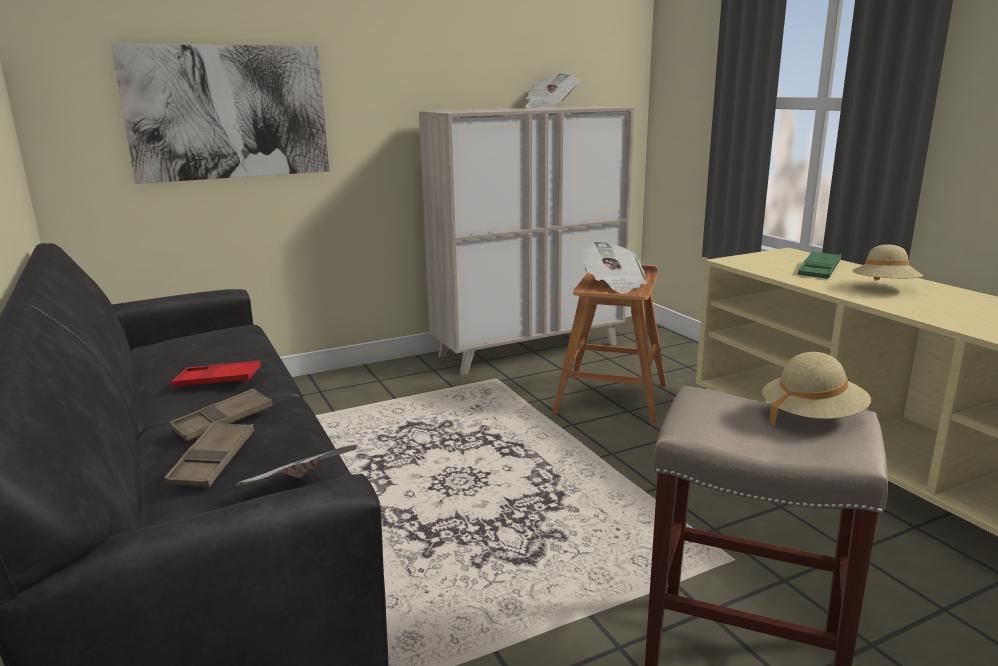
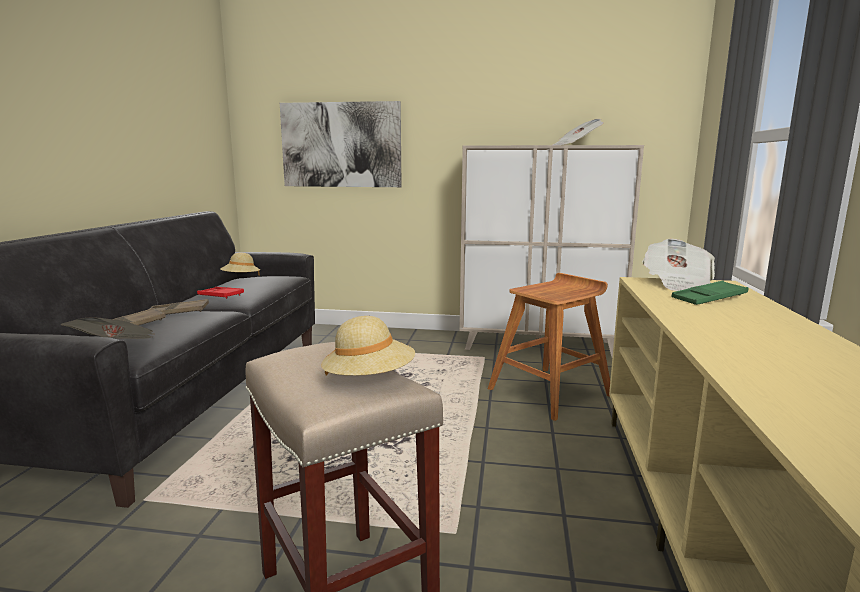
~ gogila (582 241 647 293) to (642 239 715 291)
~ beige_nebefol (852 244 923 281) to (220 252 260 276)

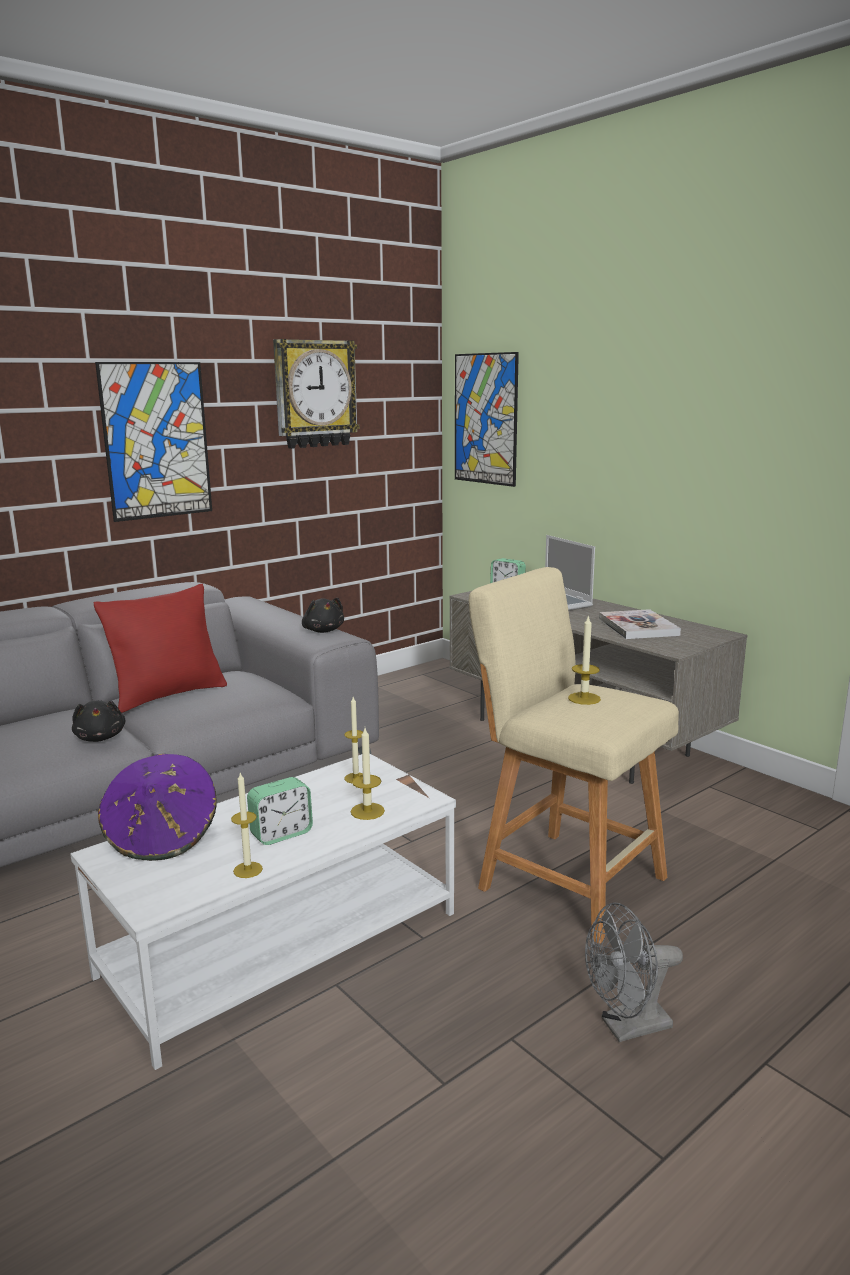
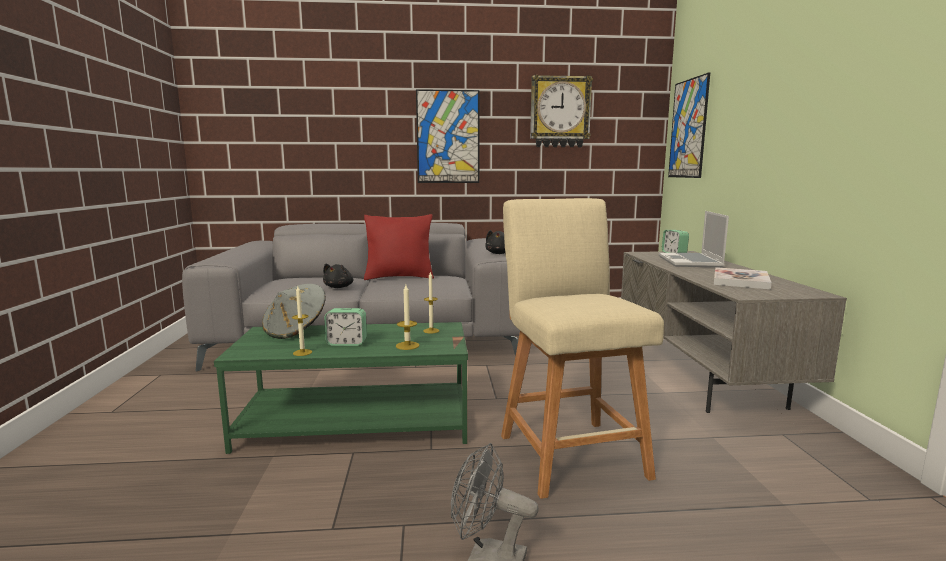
- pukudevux (568 615 601 705)
~ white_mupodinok (70 754 456 1070) to green_mupodinok (214 322 468 454)
~ purple_nebefol (98 754 217 861) to grey_nebefol (262 284 326 339)

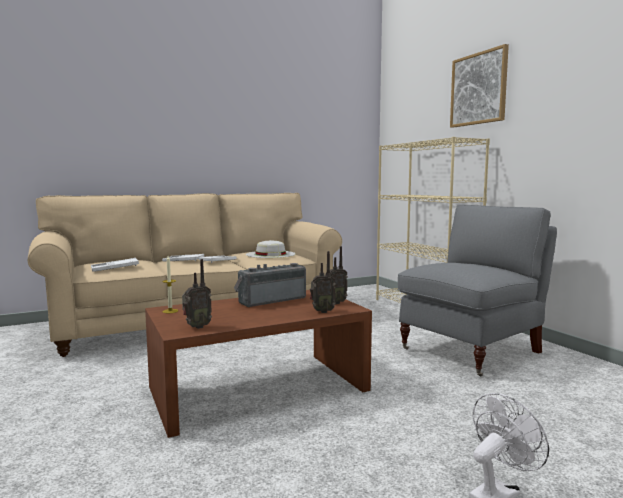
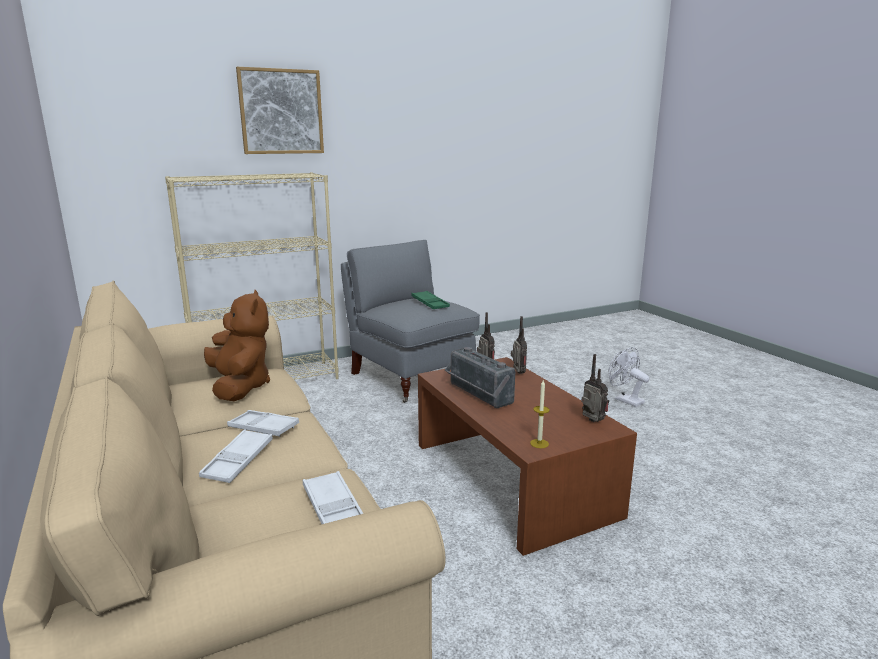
~ white_nebefol (246 240 296 258) to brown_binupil (204 290 270 401)
+ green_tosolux (411 291 450 309)

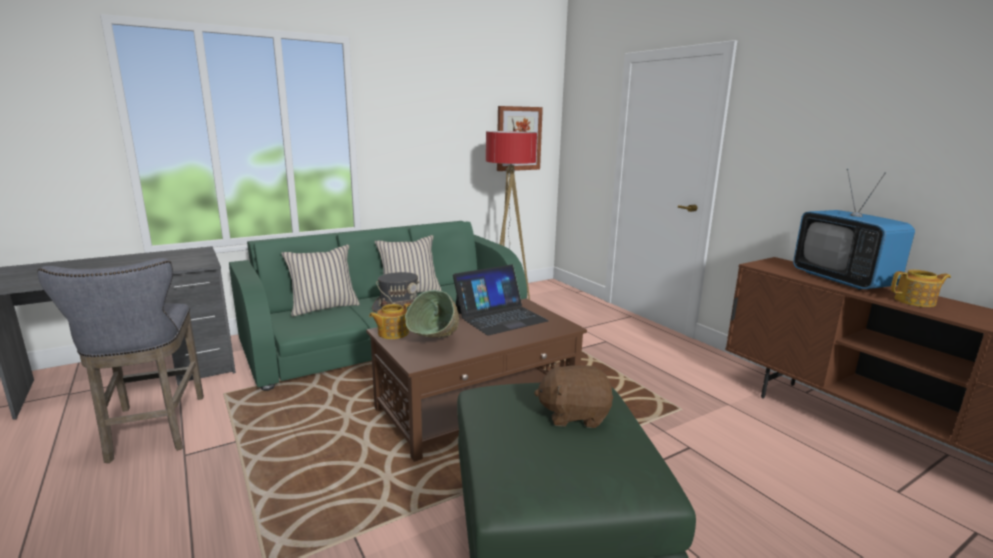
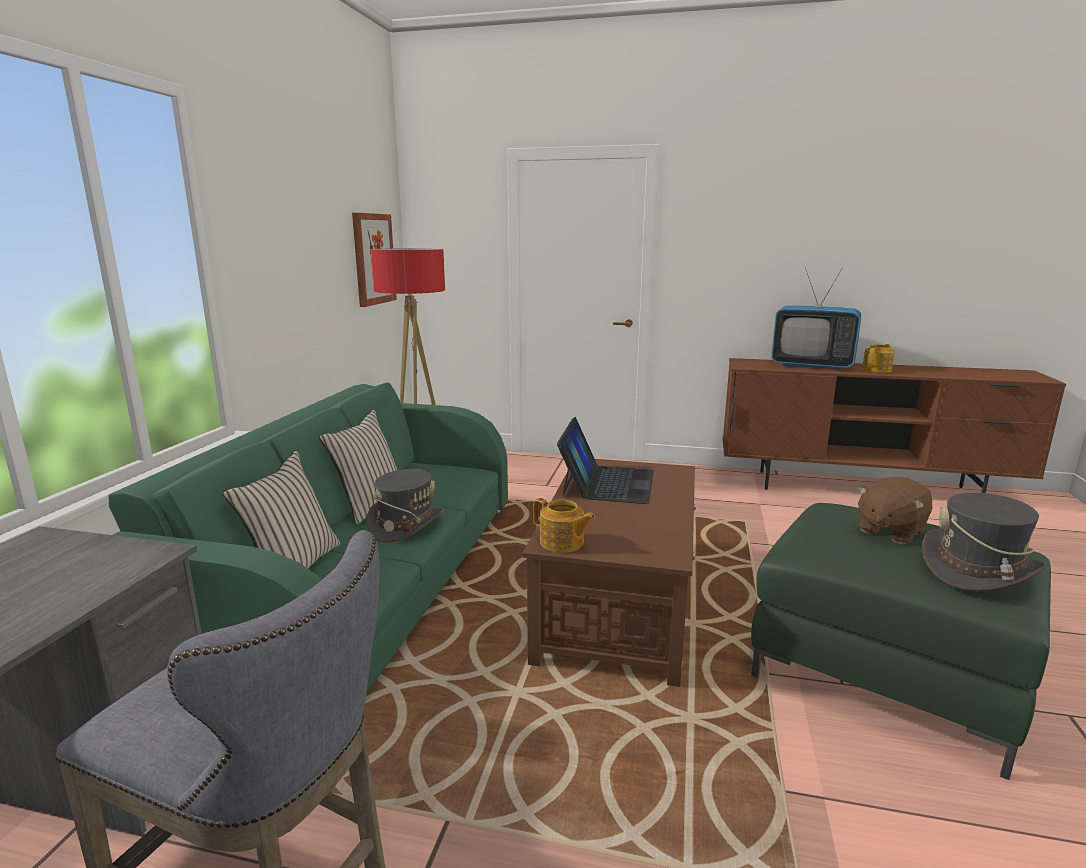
- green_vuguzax (405 290 459 338)
~ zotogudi (369 303 411 339) = (533 498 595 552) 60 degrees counterclockwise
+ grey_nebefol (922 493 1046 592)

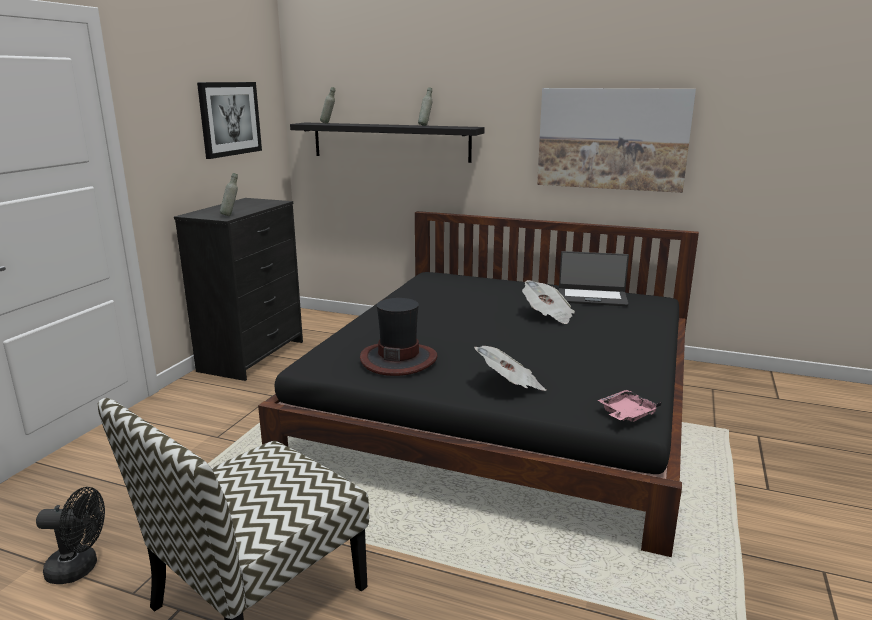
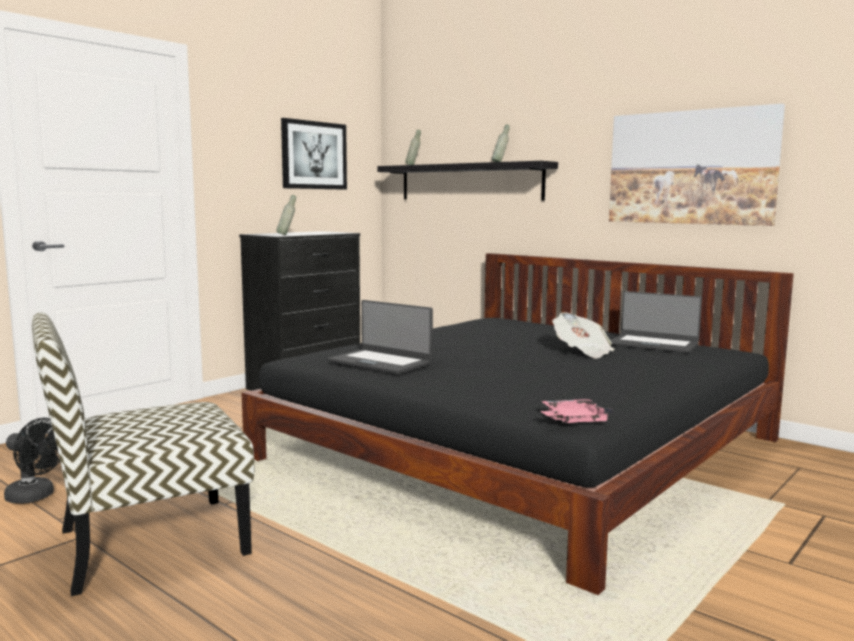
~ nebefol (360 298 437 376) to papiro (328 300 433 374)
- gogila (474 346 546 391)

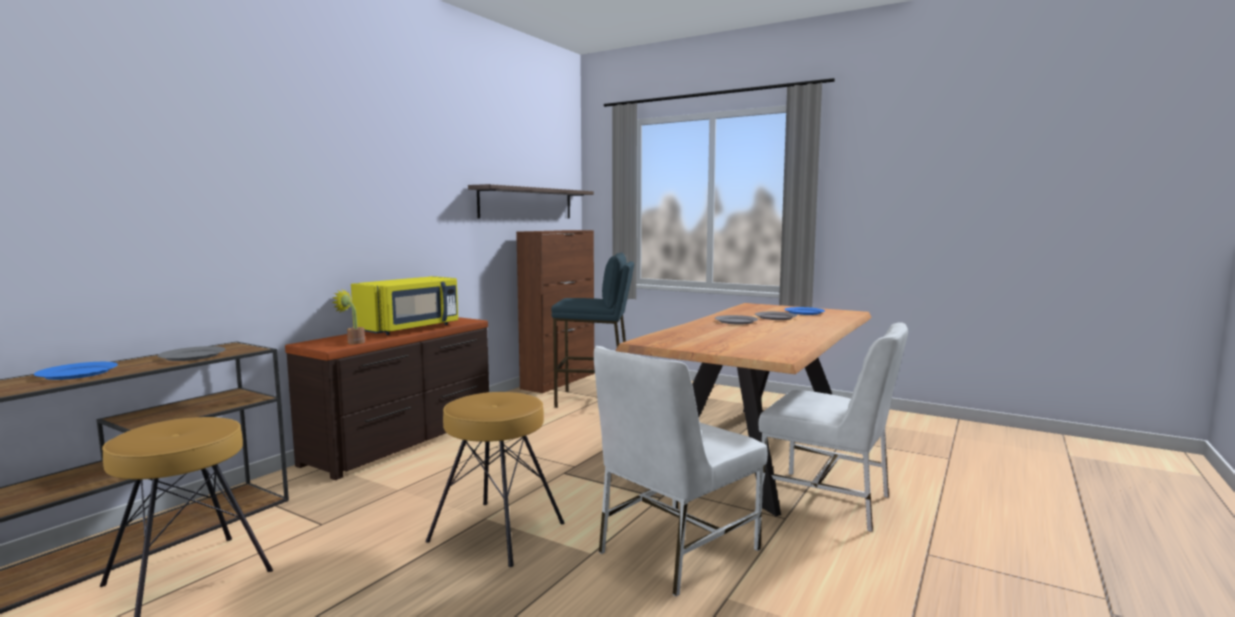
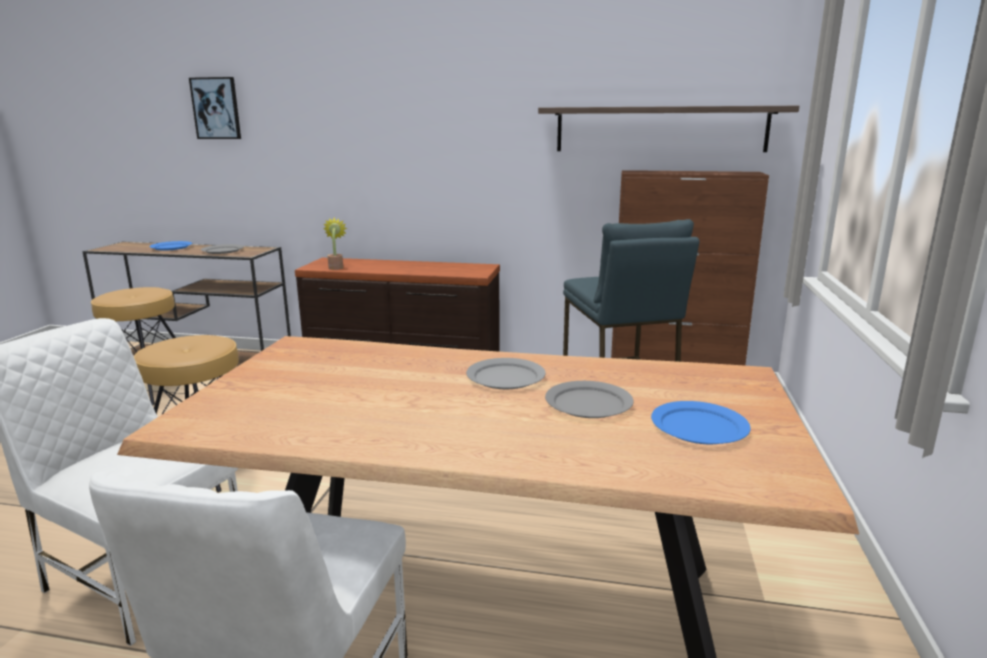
- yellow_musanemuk (351 276 458 335)
+ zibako (189 77 241 139)

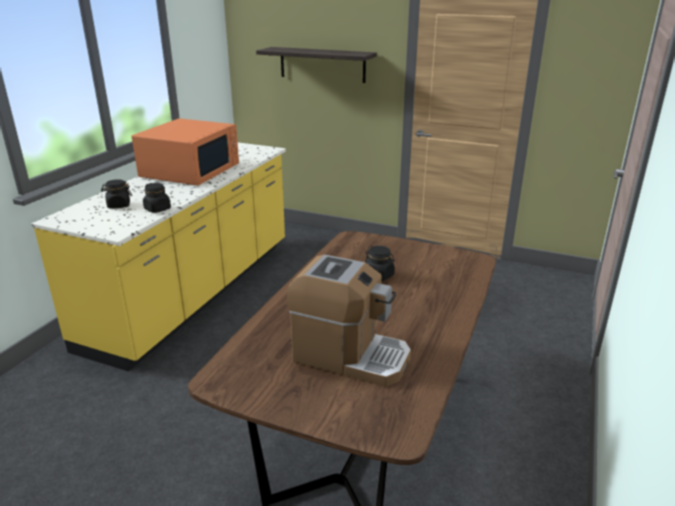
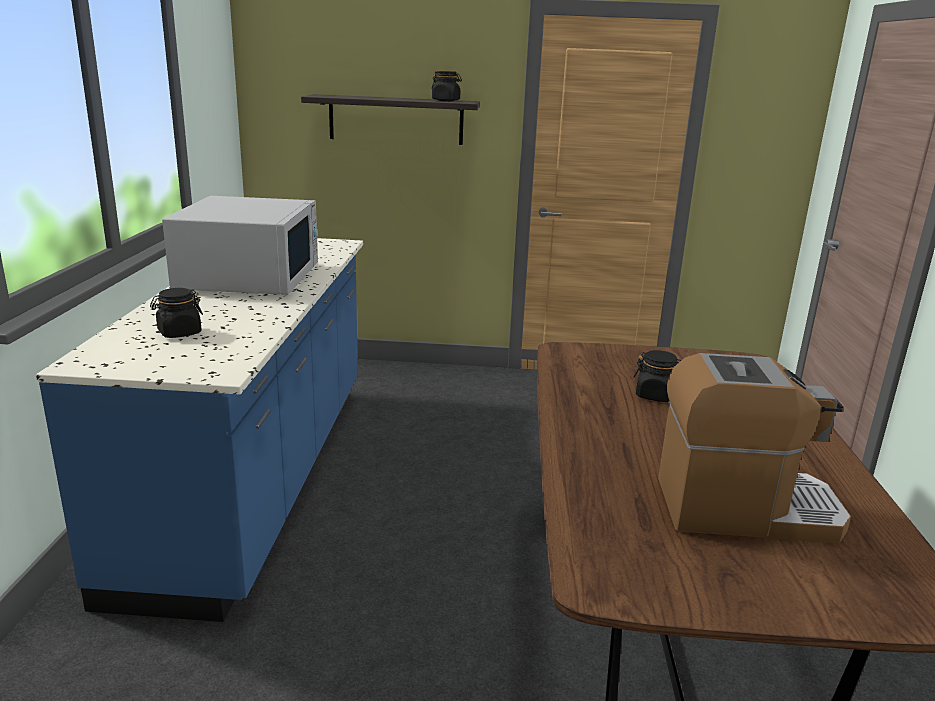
~ orange_musanemuk (132 118 239 186) to white_musanemuk (162 196 318 295)
~ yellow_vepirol (32 142 286 372) to blue_vepirol (36 238 363 622)
~ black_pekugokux (143 183 171 213) to (432 71 462 101)

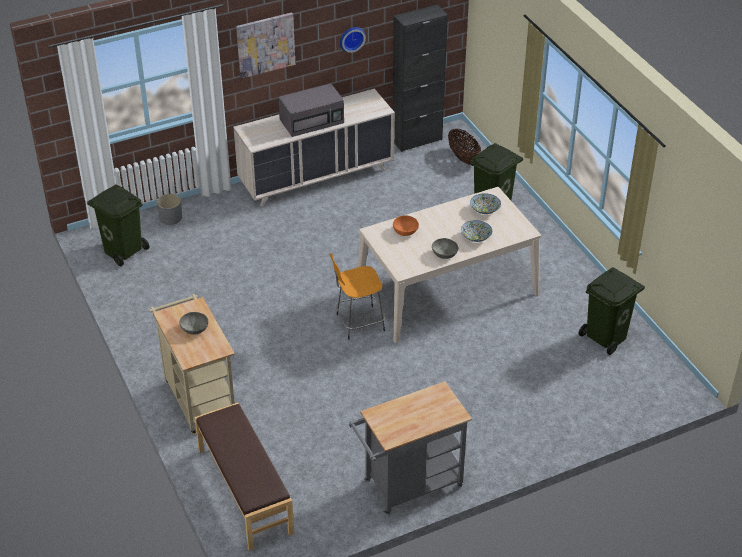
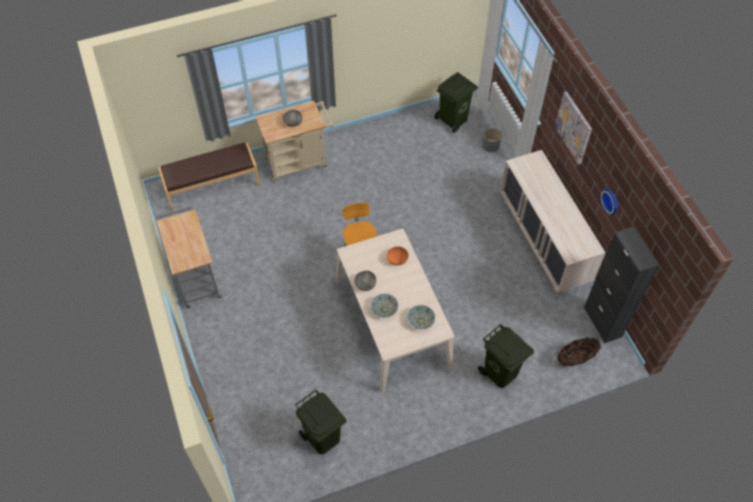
- grey_musanemuk (278 84 344 137)

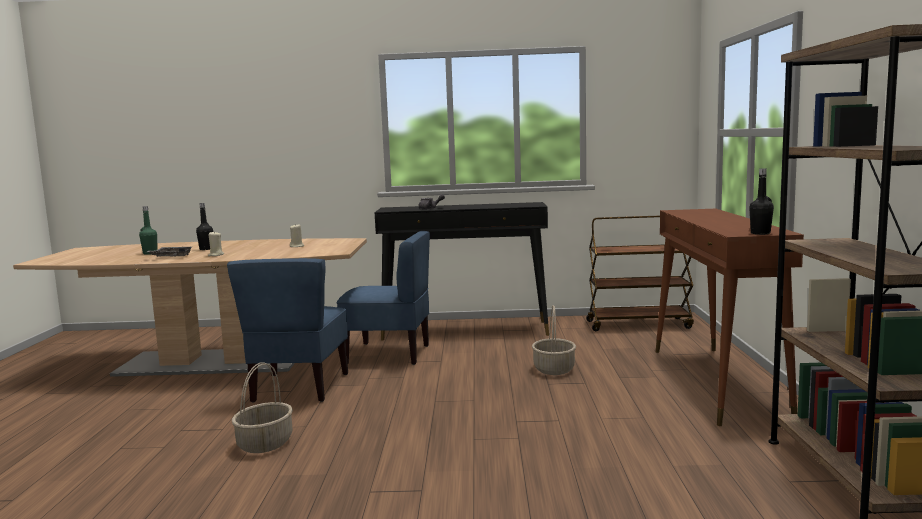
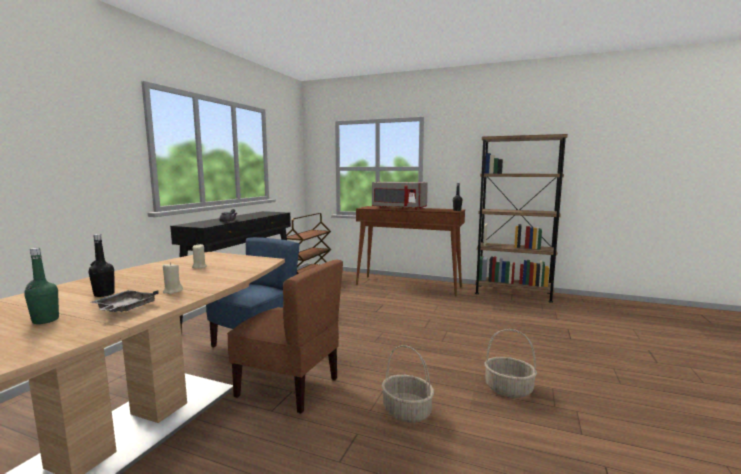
~ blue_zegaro (227 258 348 403) to brown_zegaro (227 260 343 414)
~ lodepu (532 305 576 375) to (485 329 537 398)
+ grey_musanemuk (372 182 428 210)

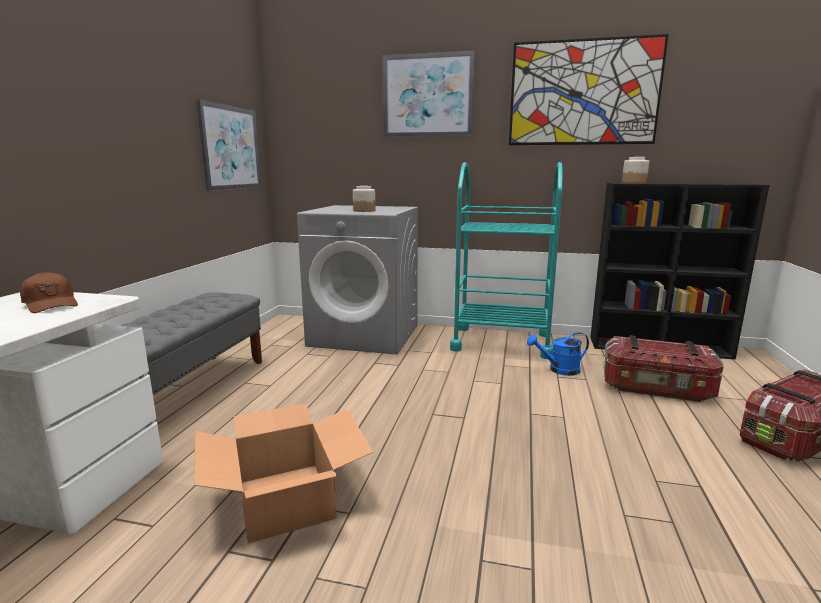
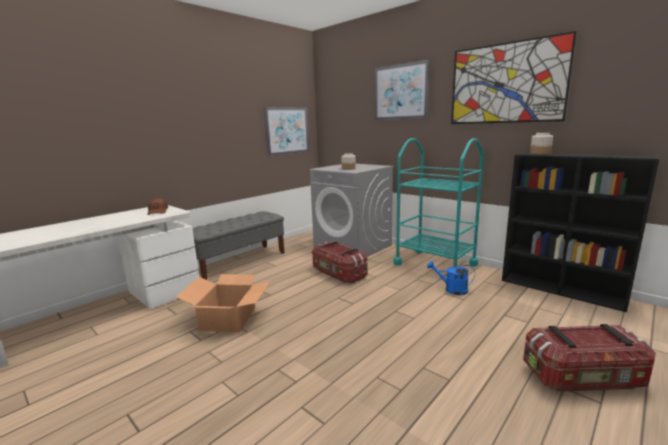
~ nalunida (603 335 724 402) to (312 241 368 283)

